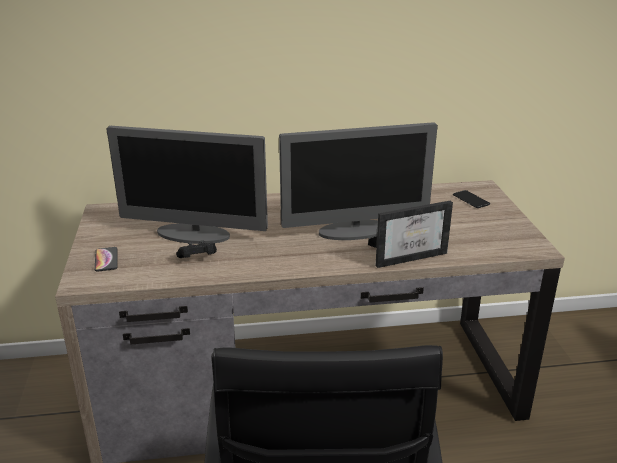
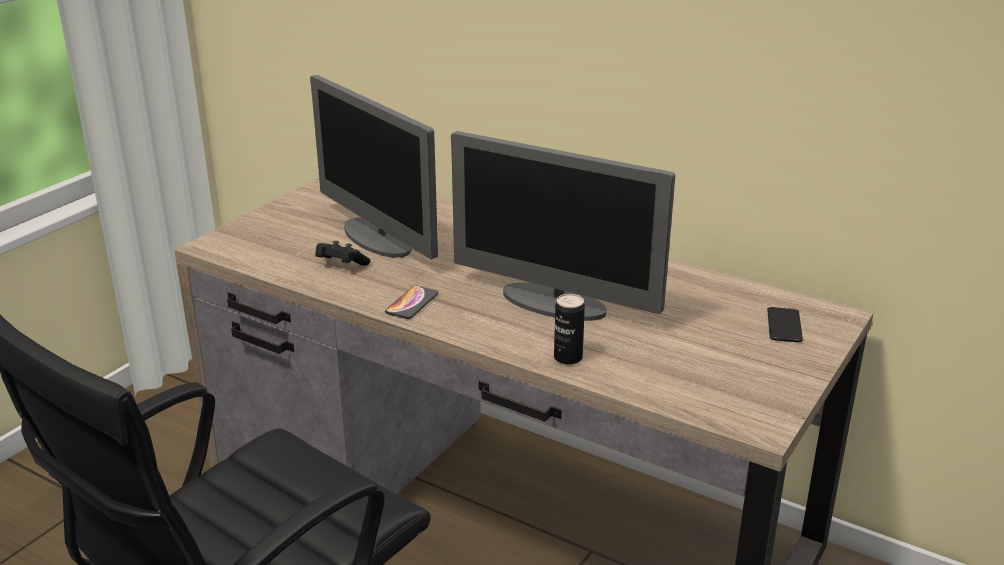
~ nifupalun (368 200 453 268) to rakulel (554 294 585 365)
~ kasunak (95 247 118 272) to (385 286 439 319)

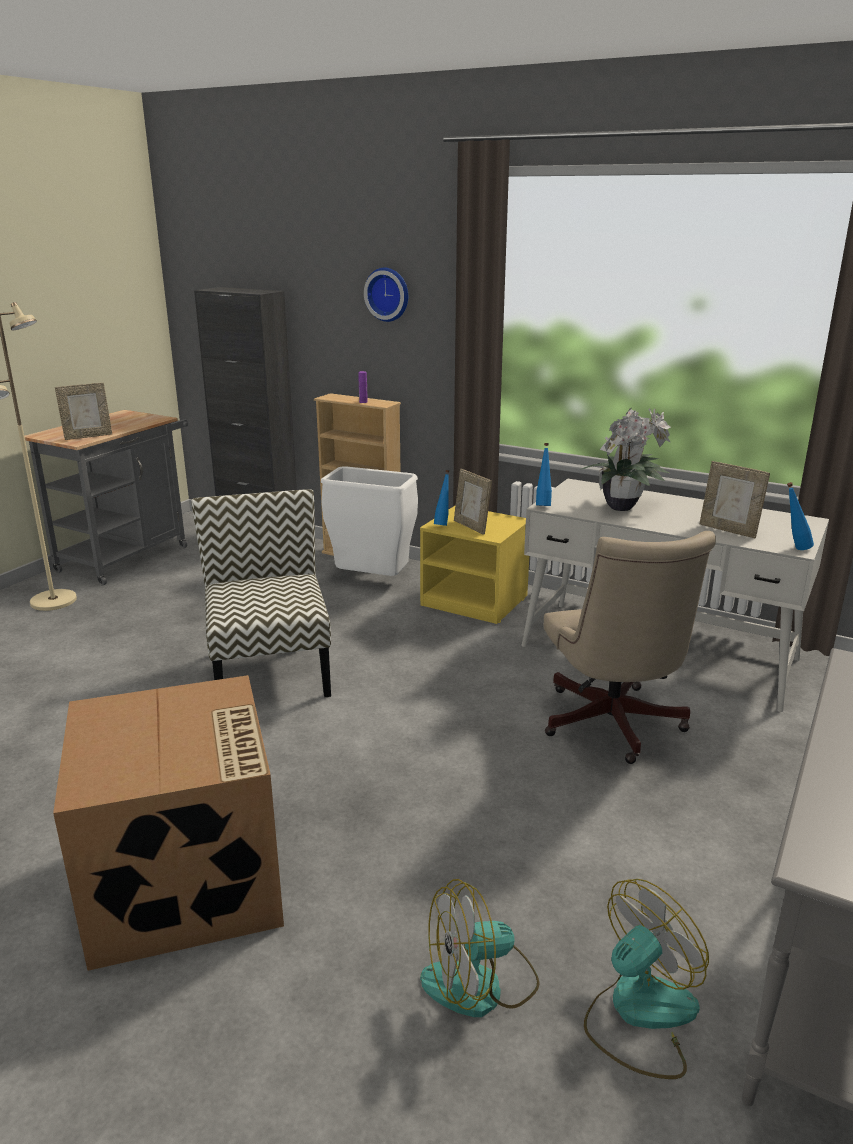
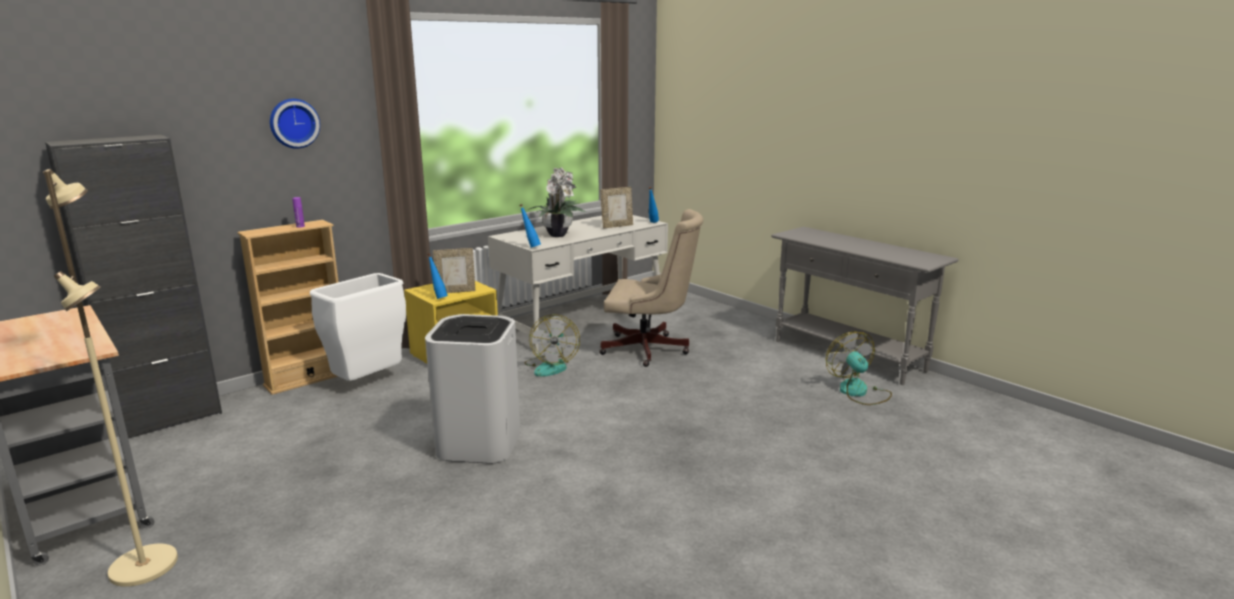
- nifupalun (55 383 112 440)
~ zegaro (191 489 331 697) to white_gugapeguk (425 314 520 464)
- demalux (53 675 284 971)
~ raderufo (420 879 540 1017) to (524 314 580 377)

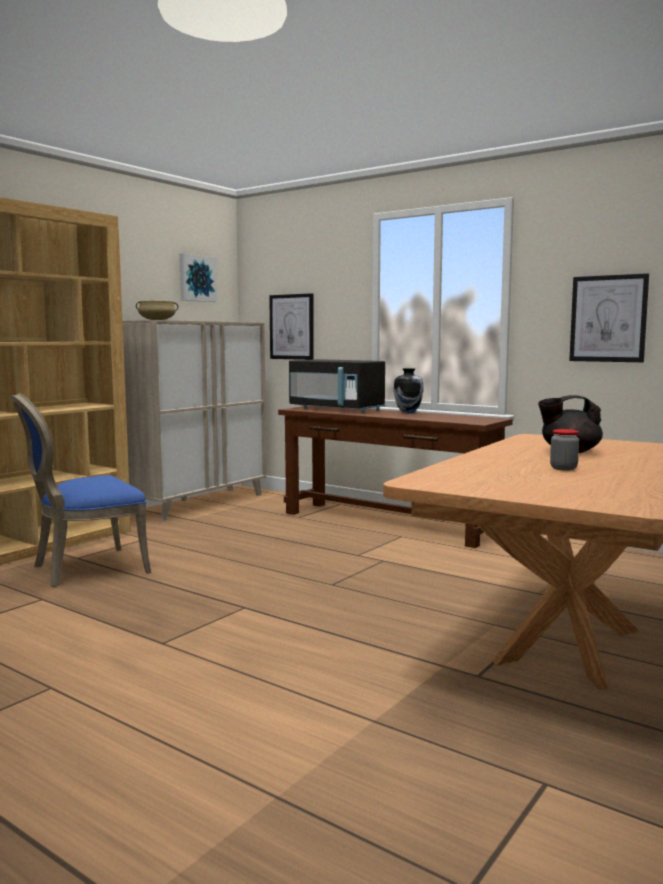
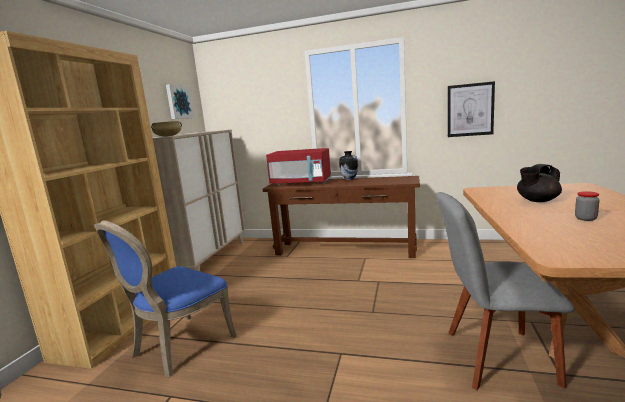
- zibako (269 293 314 360)
~ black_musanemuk (289 359 385 413) to red_musanemuk (266 148 331 185)
+ grey_zegaro (436 192 575 390)

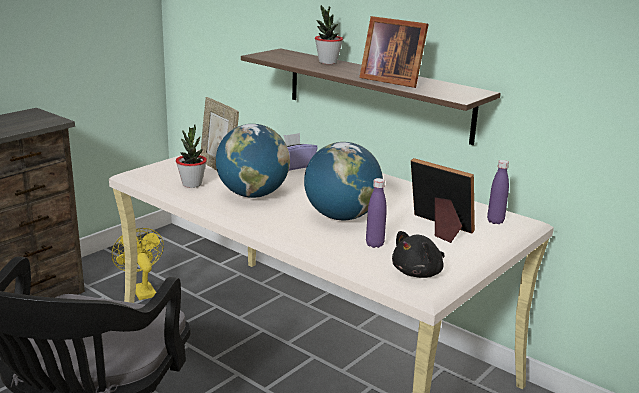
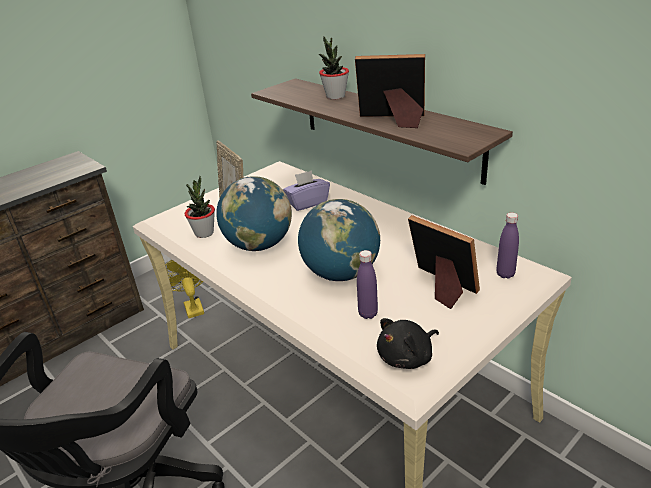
~ nifupalun (359 16 429 88) = (355 54 425 128) 150 degrees clockwise

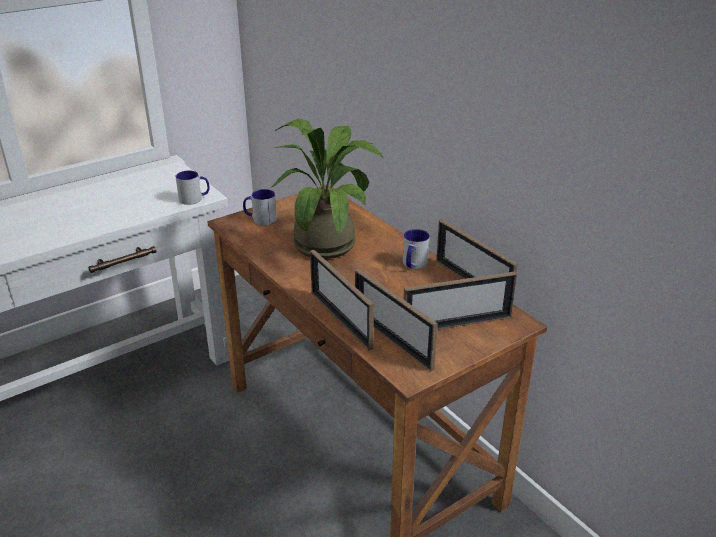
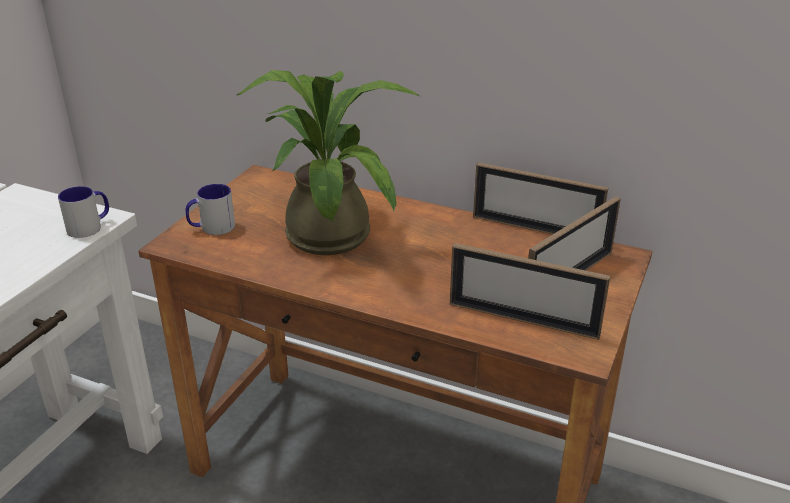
- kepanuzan (403 229 430 269)
- nifupalun (310 250 374 351)

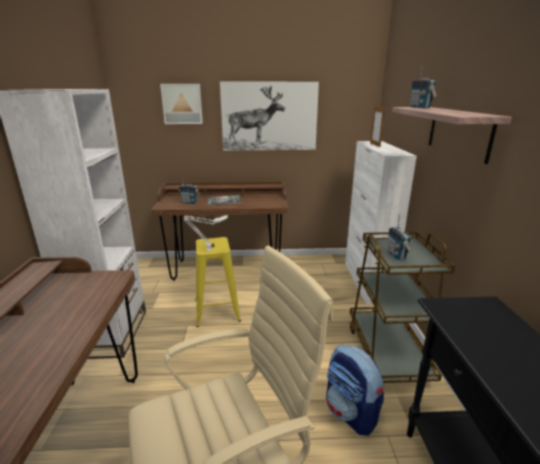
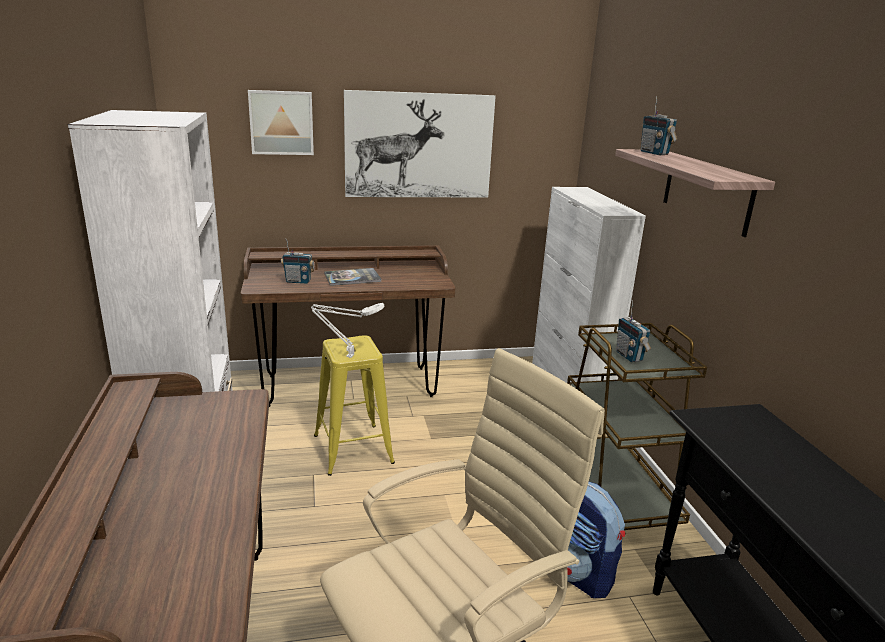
- nifupalun (370 106 385 147)

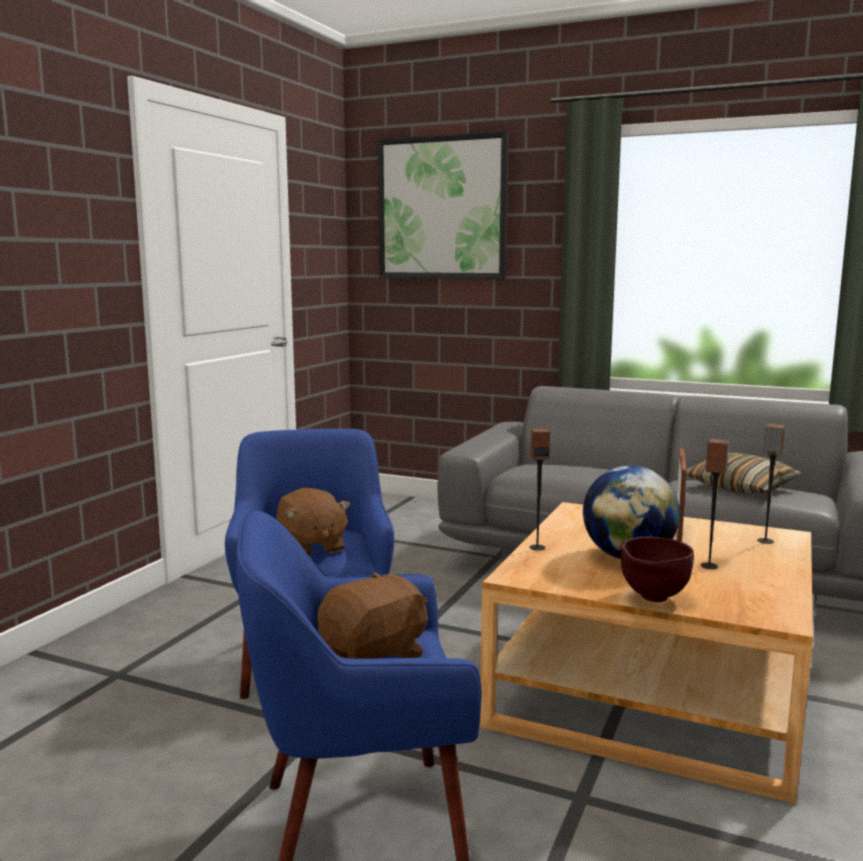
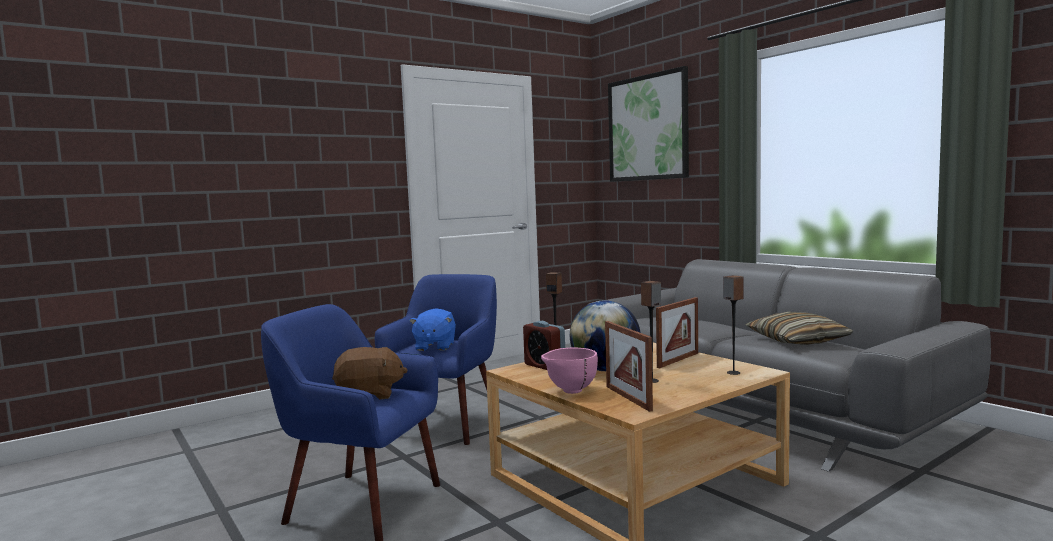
~ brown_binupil (276 488 351 556) to blue_binupil (409 308 456 351)
~ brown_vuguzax (621 537 694 602) to pink_vuguzax (541 348 598 394)
+ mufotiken (523 321 565 370)
+ nifupalun (605 321 653 412)

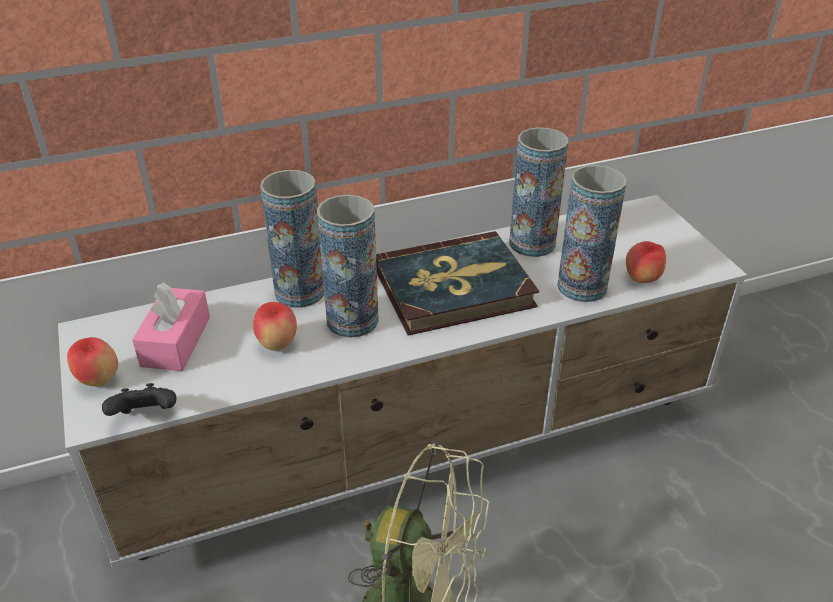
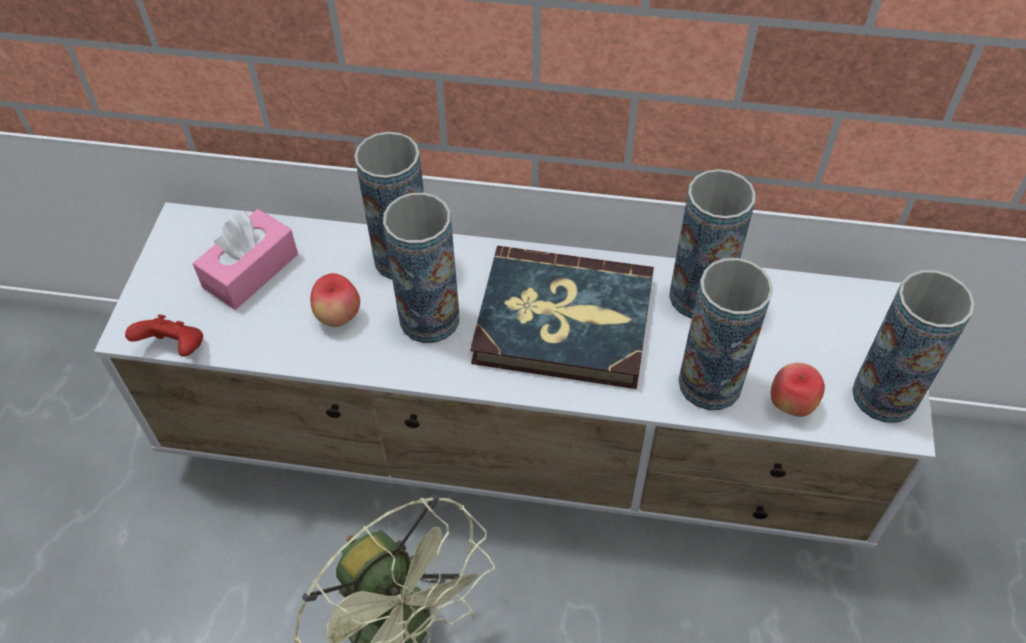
- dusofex (67 337 118 386)
~ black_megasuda (102 383 176 416) to red_megasuda (125 314 203 357)
+ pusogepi (852 270 974 423)

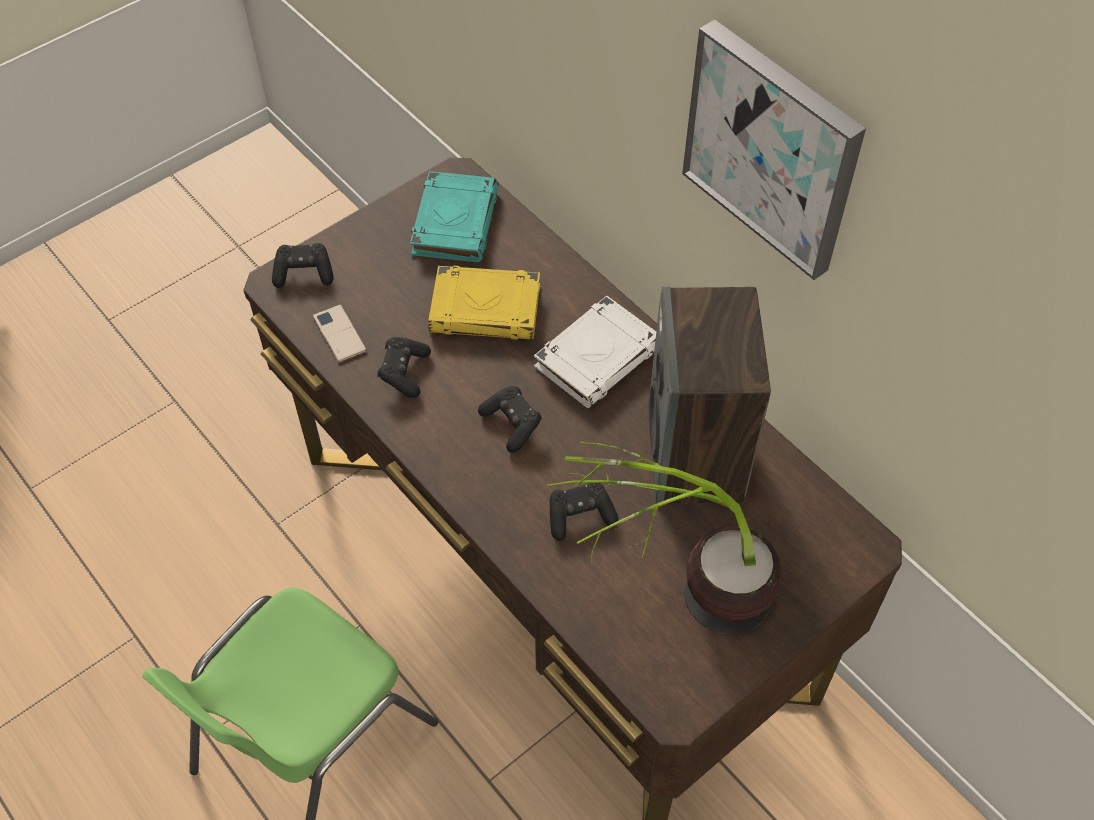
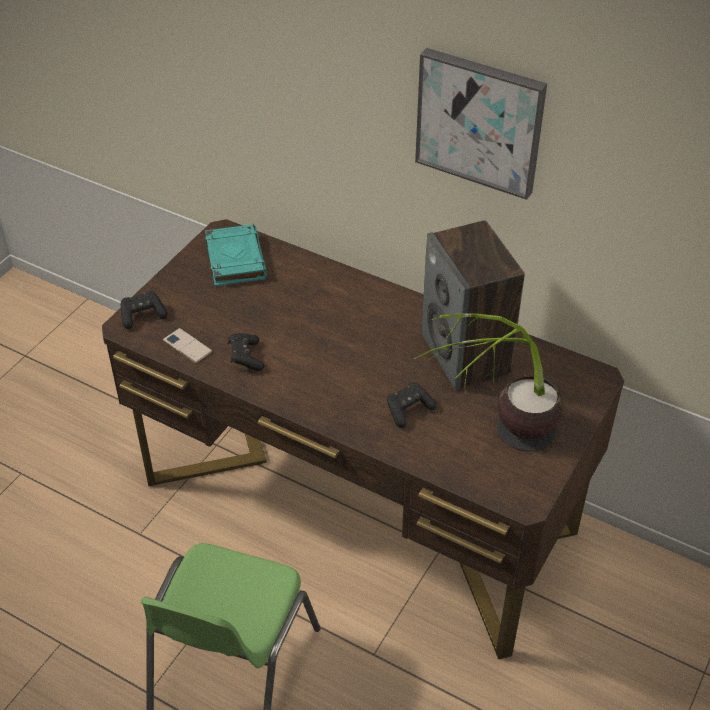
- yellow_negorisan (428 266 540 340)
- white_negorisan (534 296 656 408)
- black_megasuda (478 386 542 453)

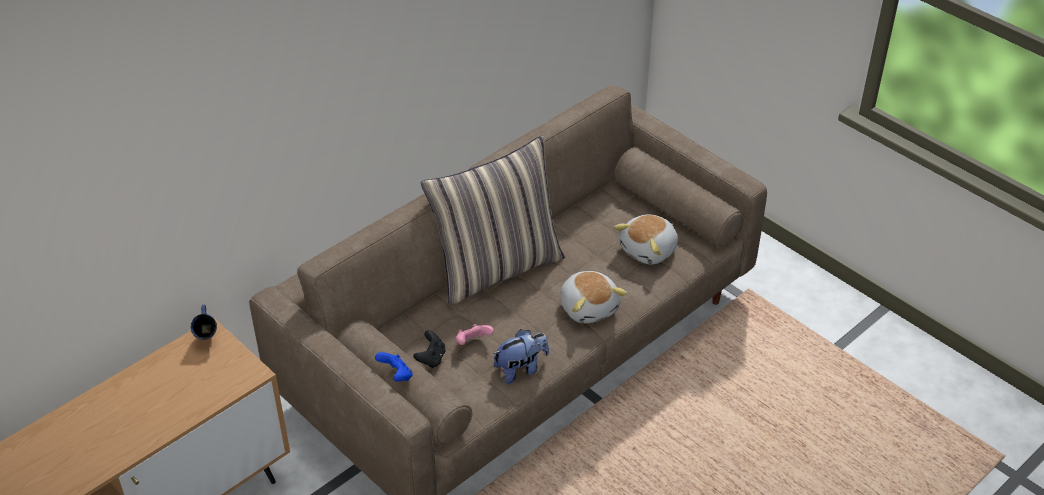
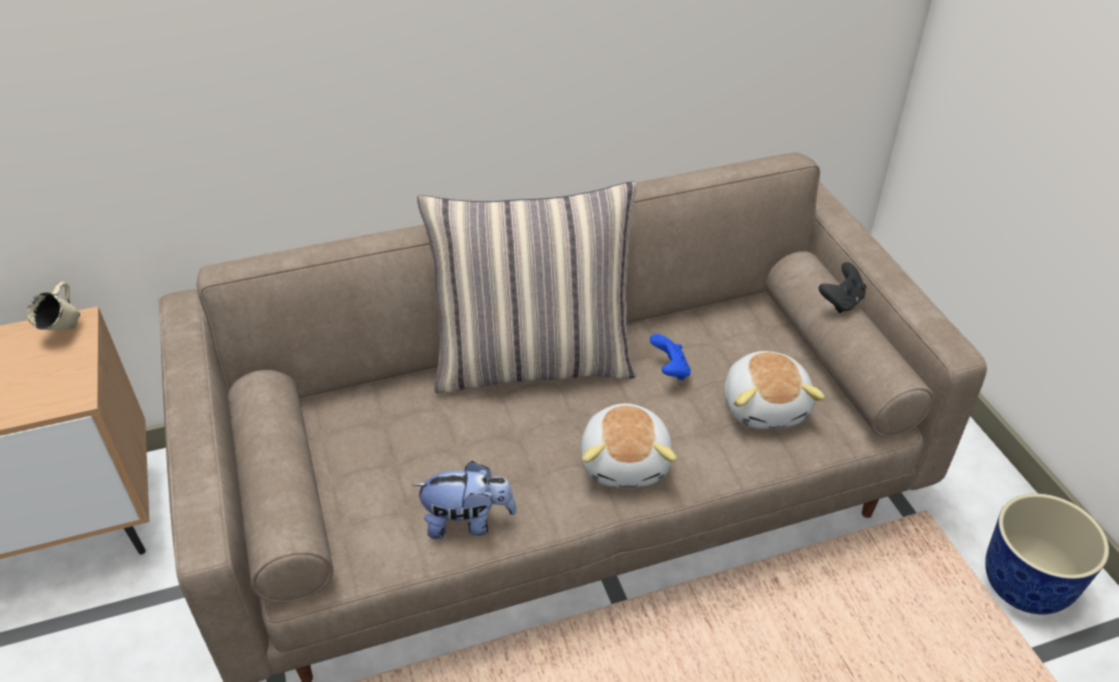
~ binupil (614 214 678 265) = (724 351 825 429) 75 degrees counterclockwise
~ blue_kepanuzan (191 305 217 340) to beige_kepanuzan (27 282 80 330)
- pink_megasuda (456 324 494 345)
~ black_megasuda (414 330 446 368) to (819 262 866 313)
~ blue_megasuda (375 352 413 382) to (650 334 691 380)
+ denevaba (985 493 1109 615)

